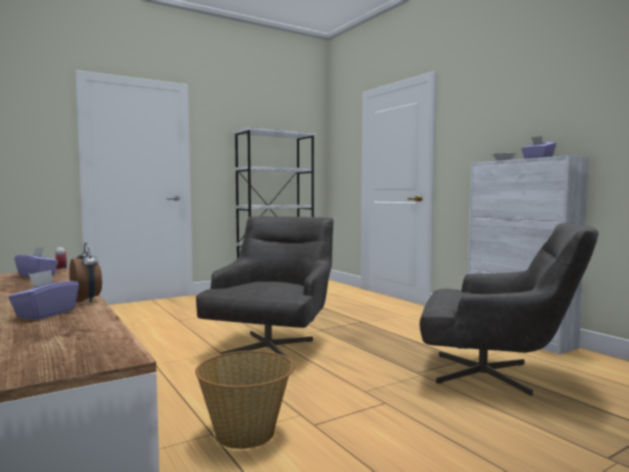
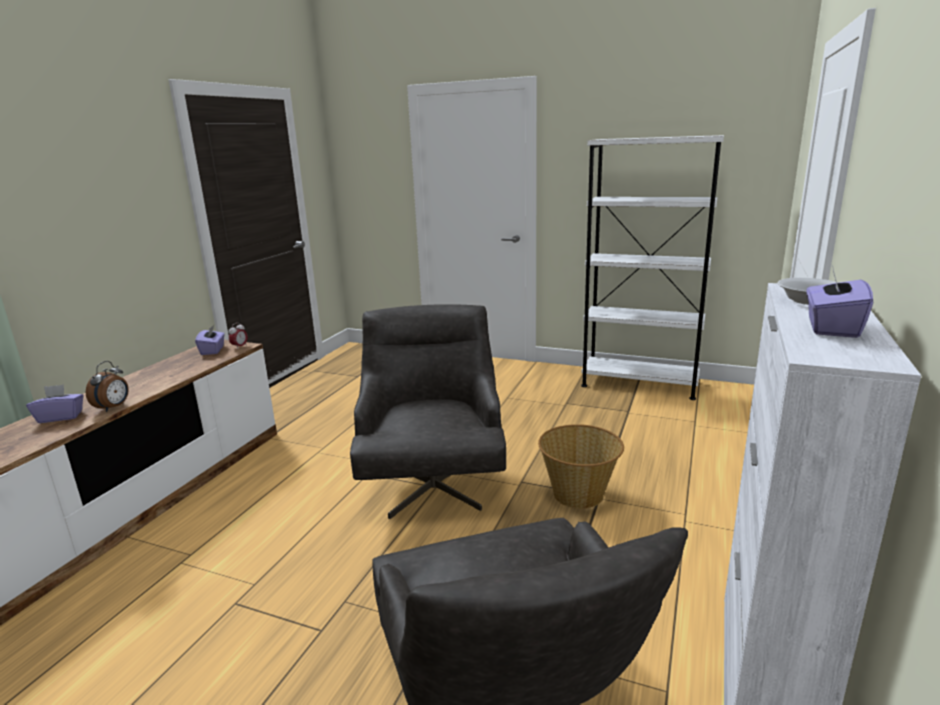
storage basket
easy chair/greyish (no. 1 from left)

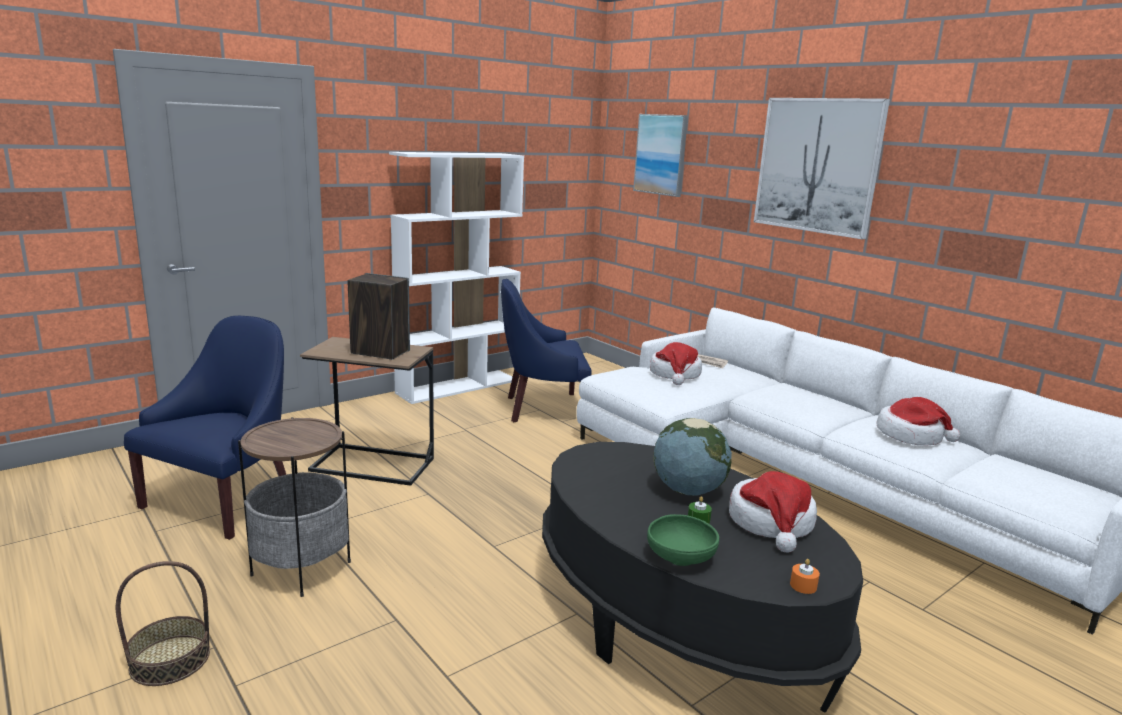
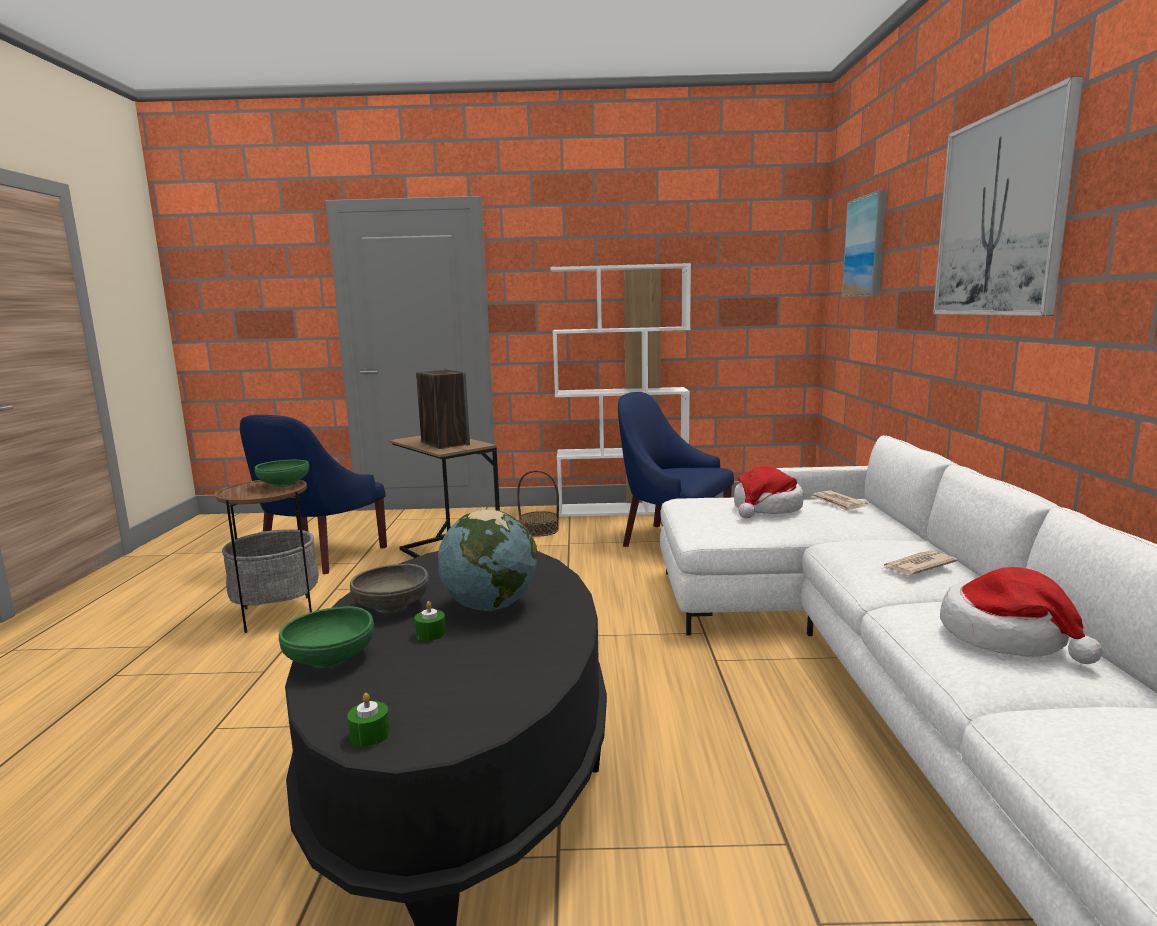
clothing hat (no. 2 from left in the first image)
serving bowl/green-coloured (no. 1 from left)
serving bowl/greyish
printed paper (no. 2 from left)
storage basket
wax light/green-coloured (no. 1 from left)
easy chair/bluish (no. 1 from left)

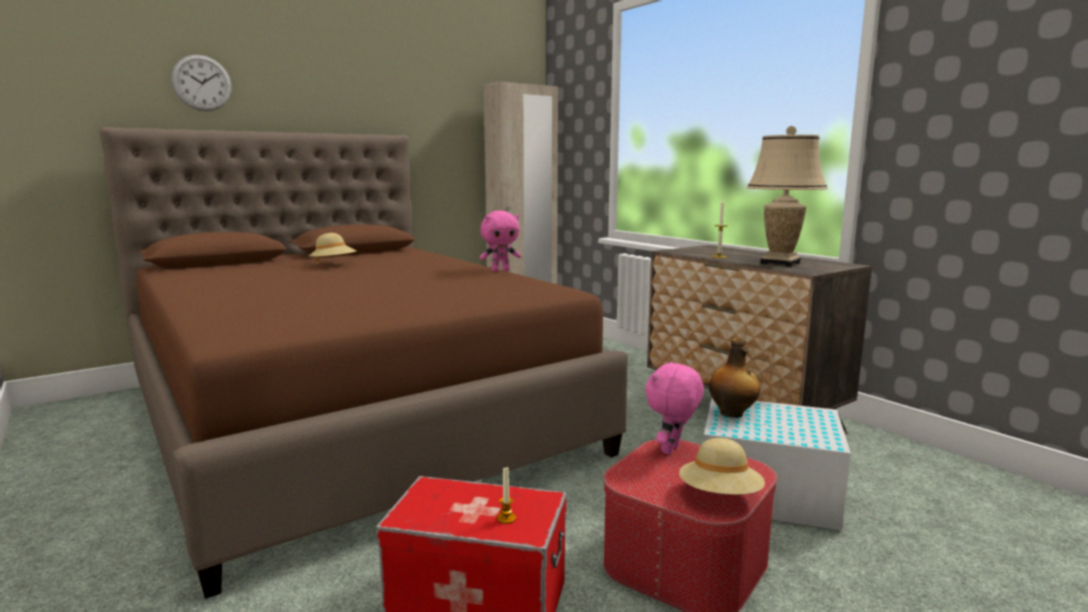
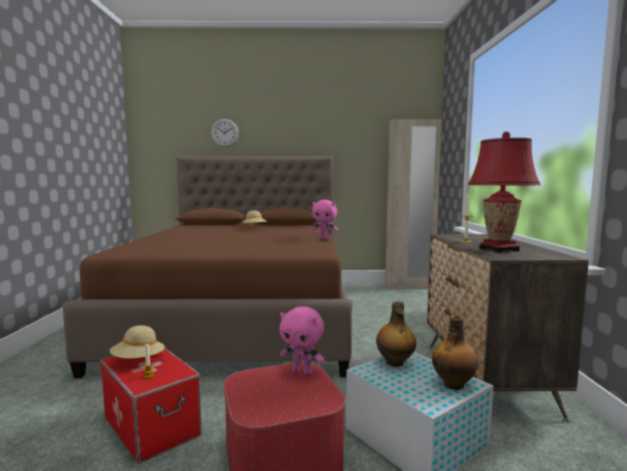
beverage bottle (no. 2 from left)
clothing hat/beige (no. 1 from left)
lamp for a table/red
cuddly toy/pink-coloured (no. 1 from left)

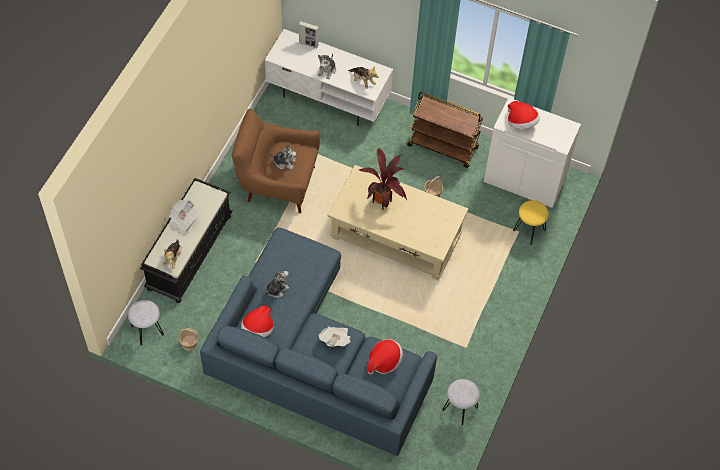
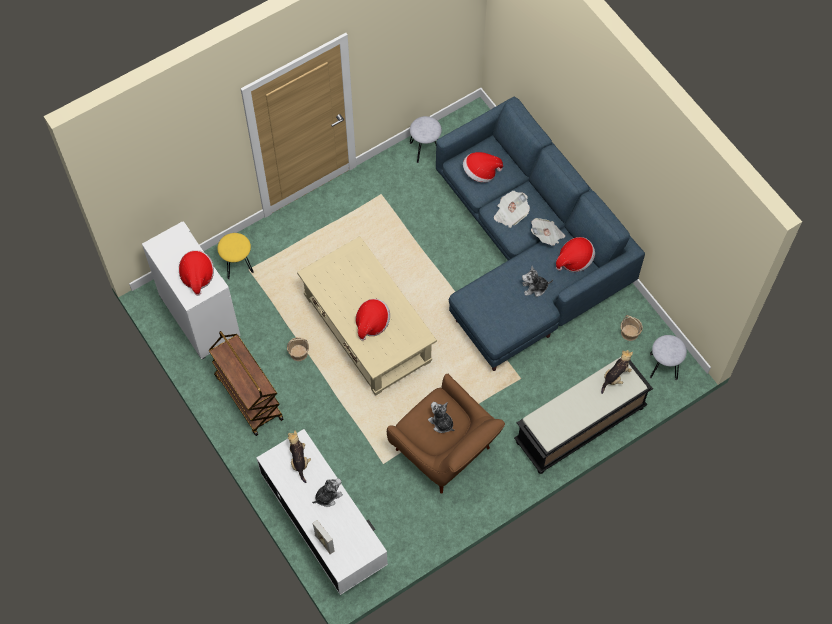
printed paper (no. 2 from left)
clothing hat (no. 2 from left)

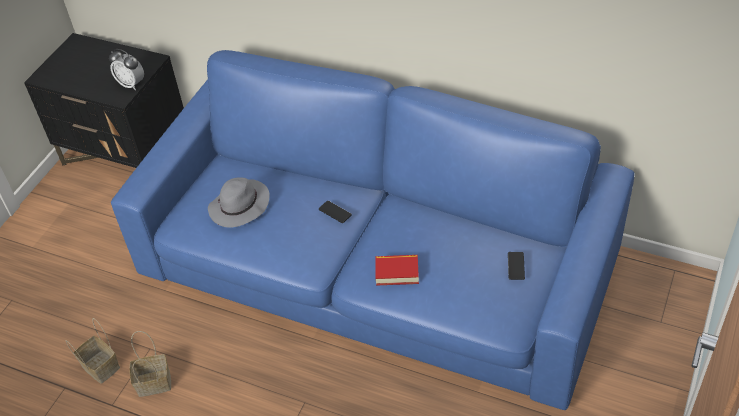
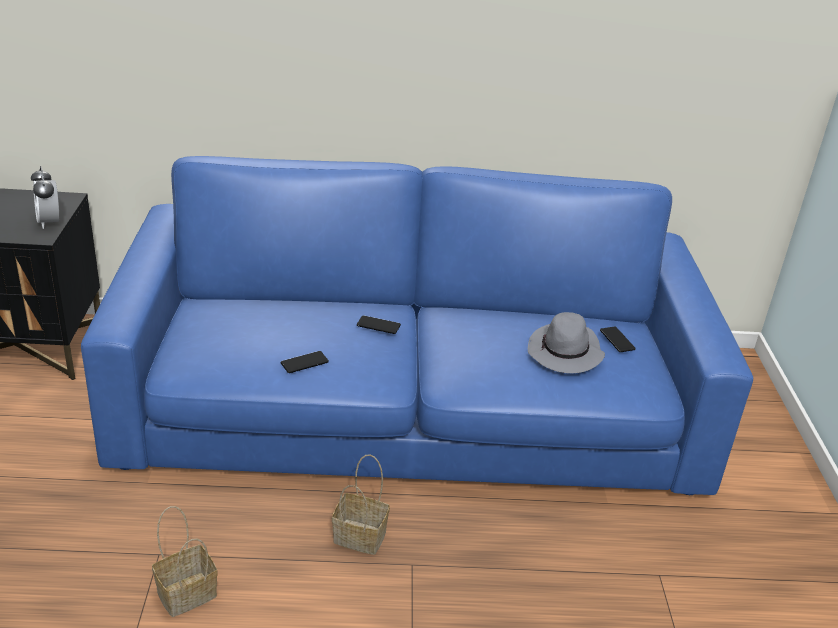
volume
handset (no. 1 from left)
storage basket (no. 2 from left)
clothing hat/greyish
table clock

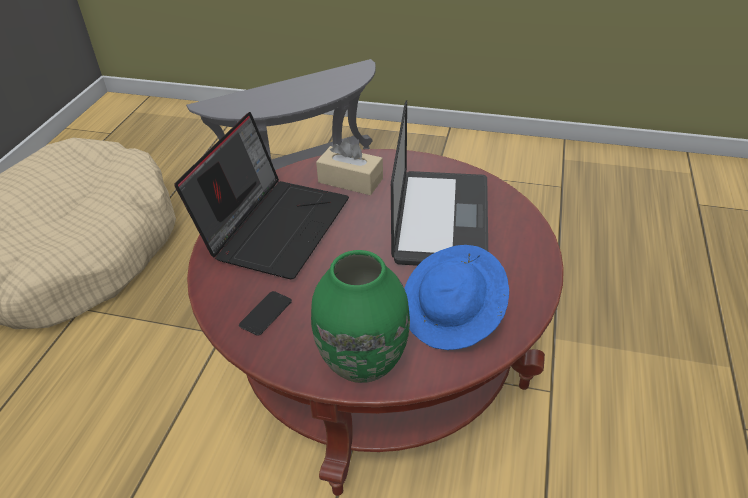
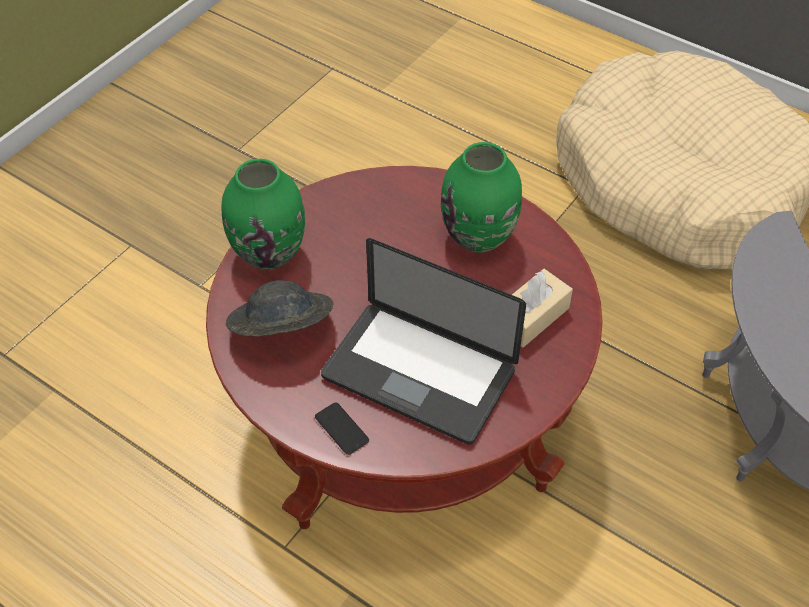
handset
flower vase/green-coloured (no. 2 from left)
clothing hat/greyish

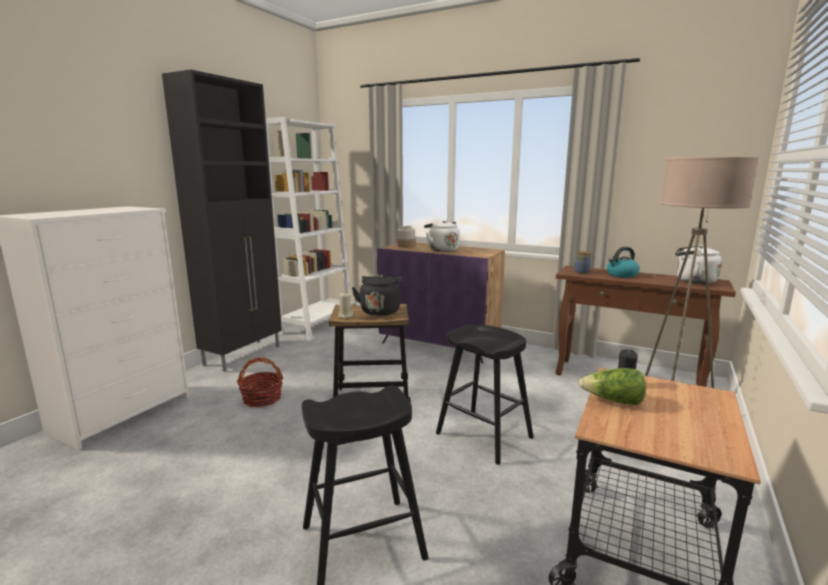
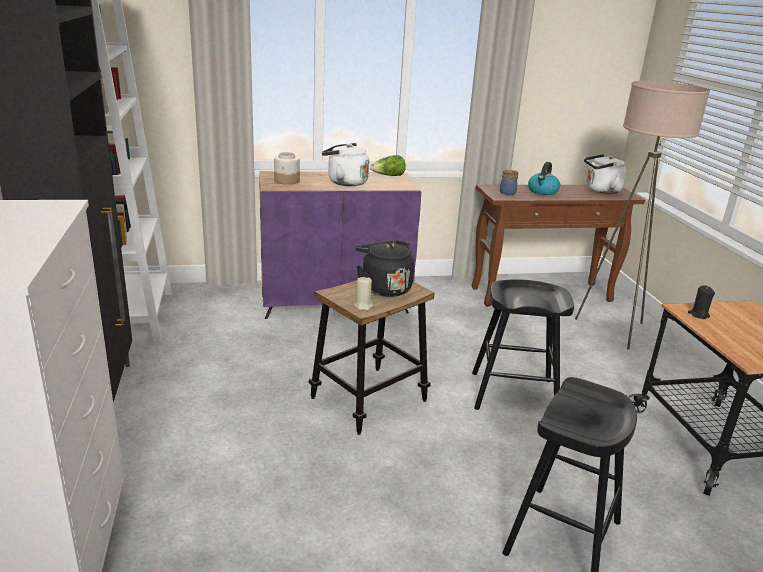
storage basket
lettuce head

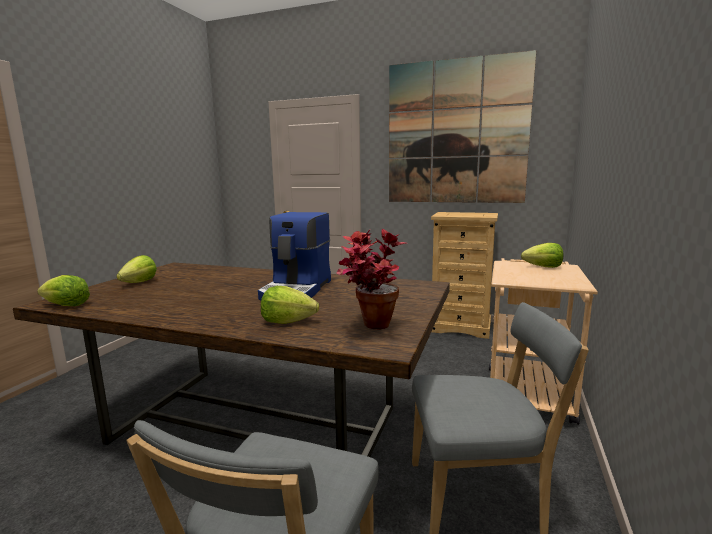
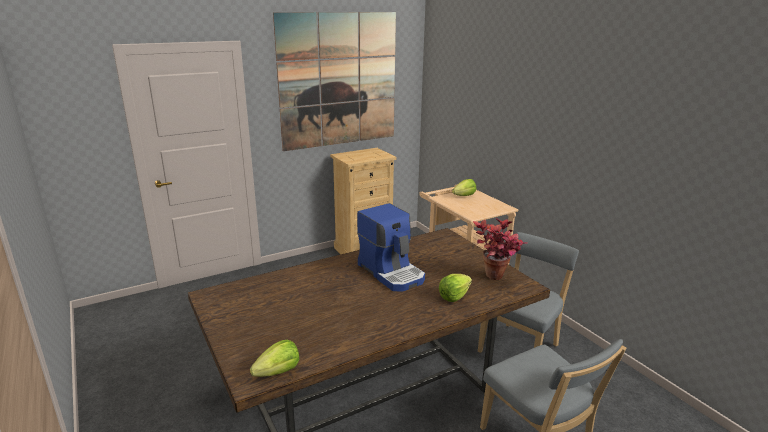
lettuce head (no. 2 from left in the first image)

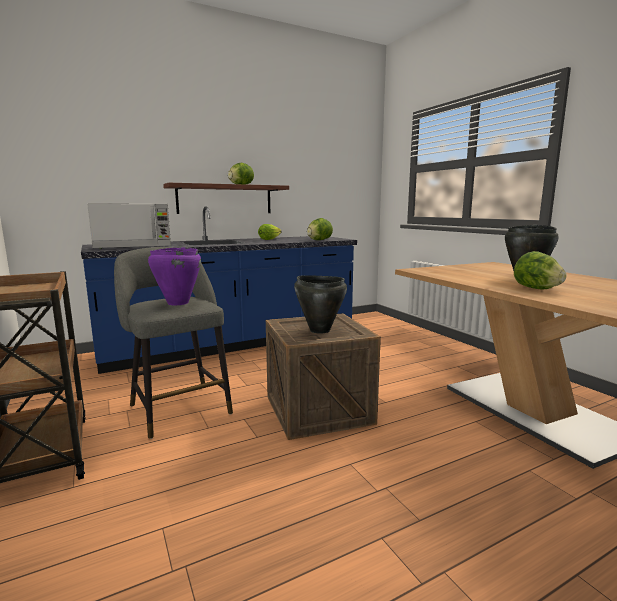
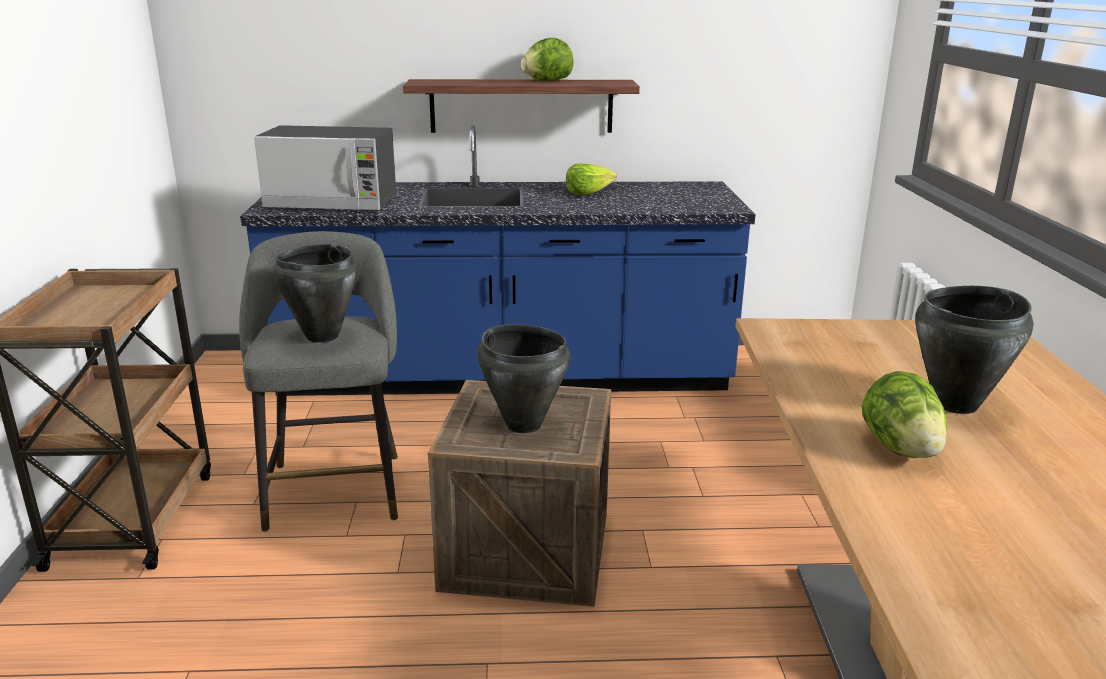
lettuce head (no. 3 from left in the first image)
stockpot/black-coloured (no. 1 from left)

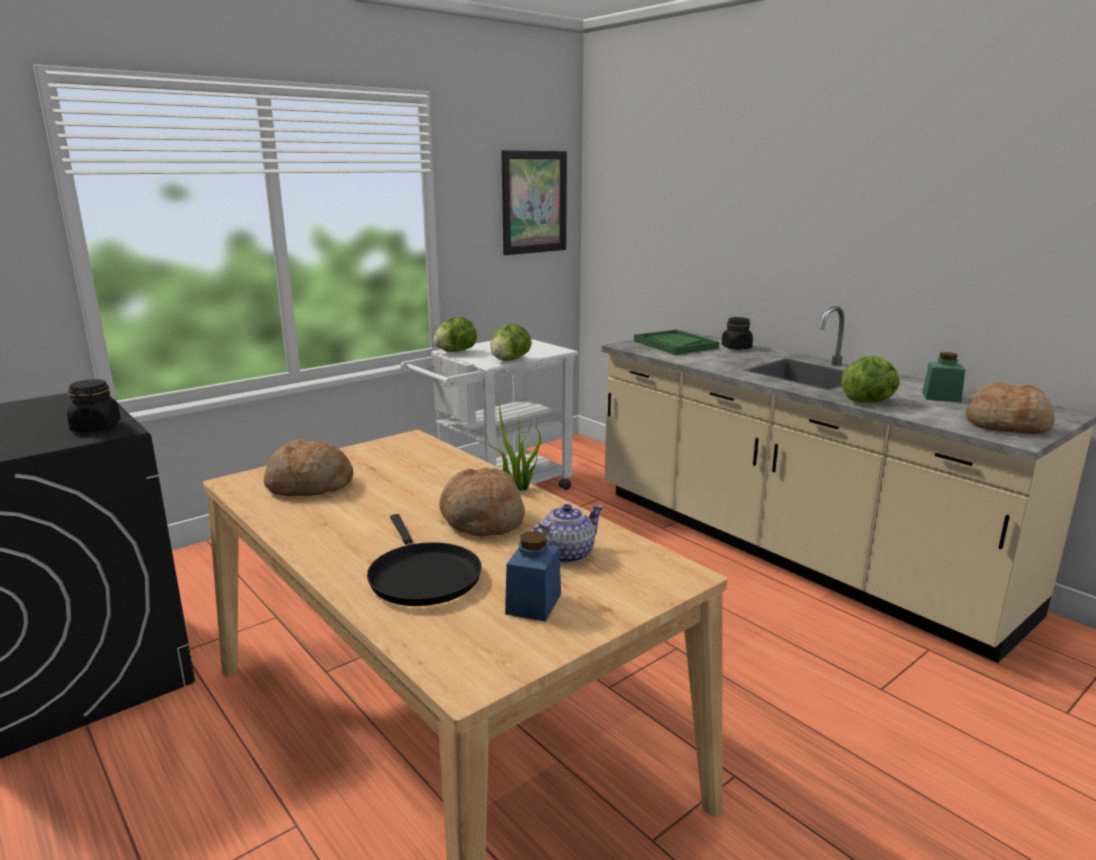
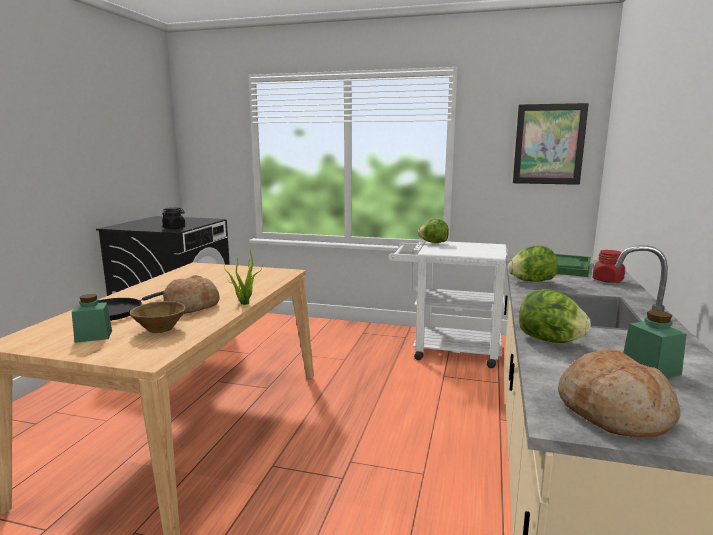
bakery bread (no. 1 from left in the first image)
lettuce head (no. 2 from left)
serving bowl/brownish
preserve jar/green-coloured (no. 1 from left)
preserve jar/red

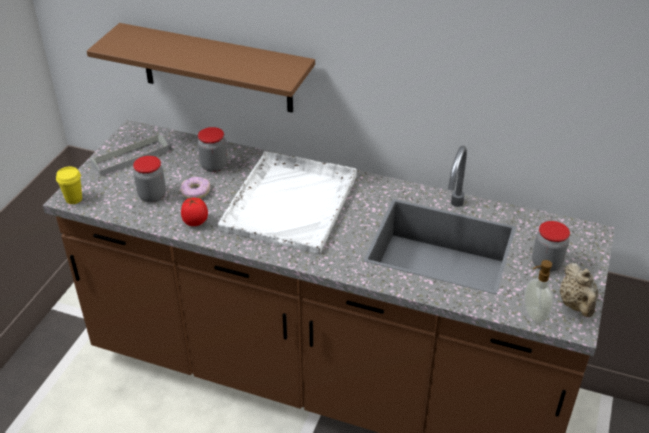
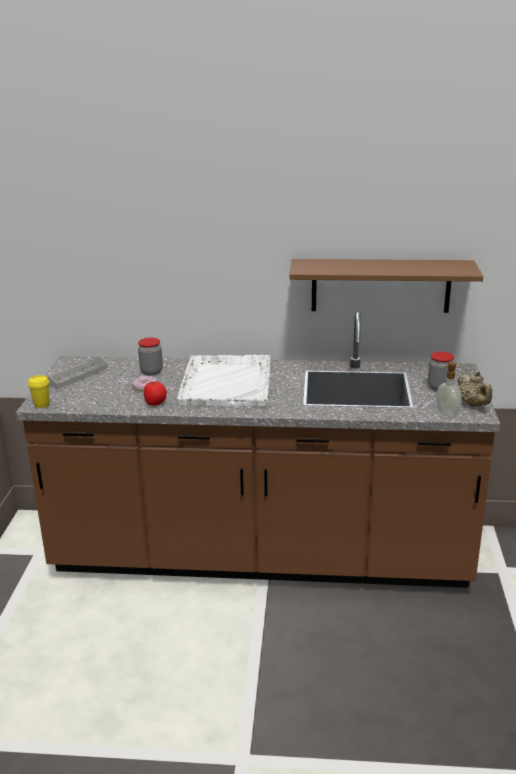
preserve jar (no. 1 from left in the first image)
bracket shelf/brownish

